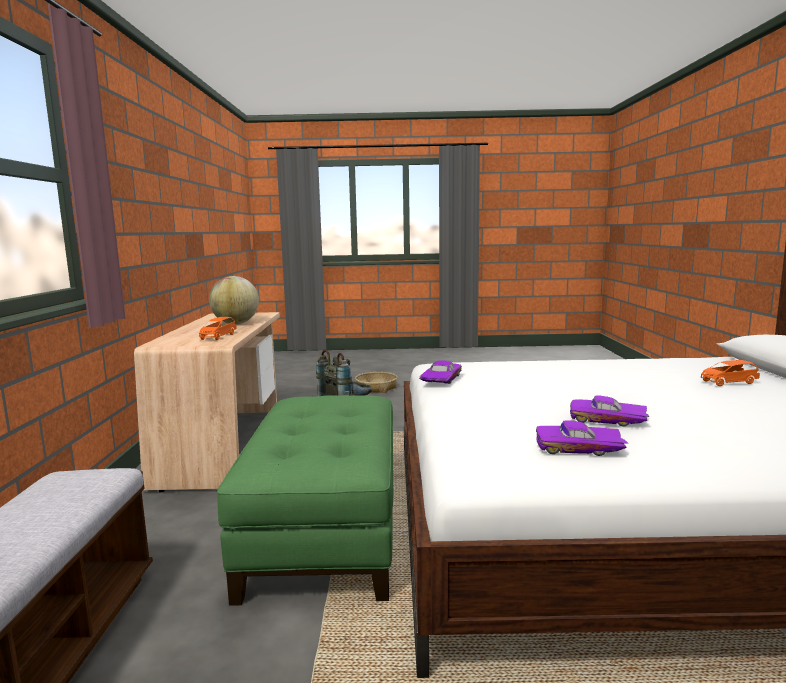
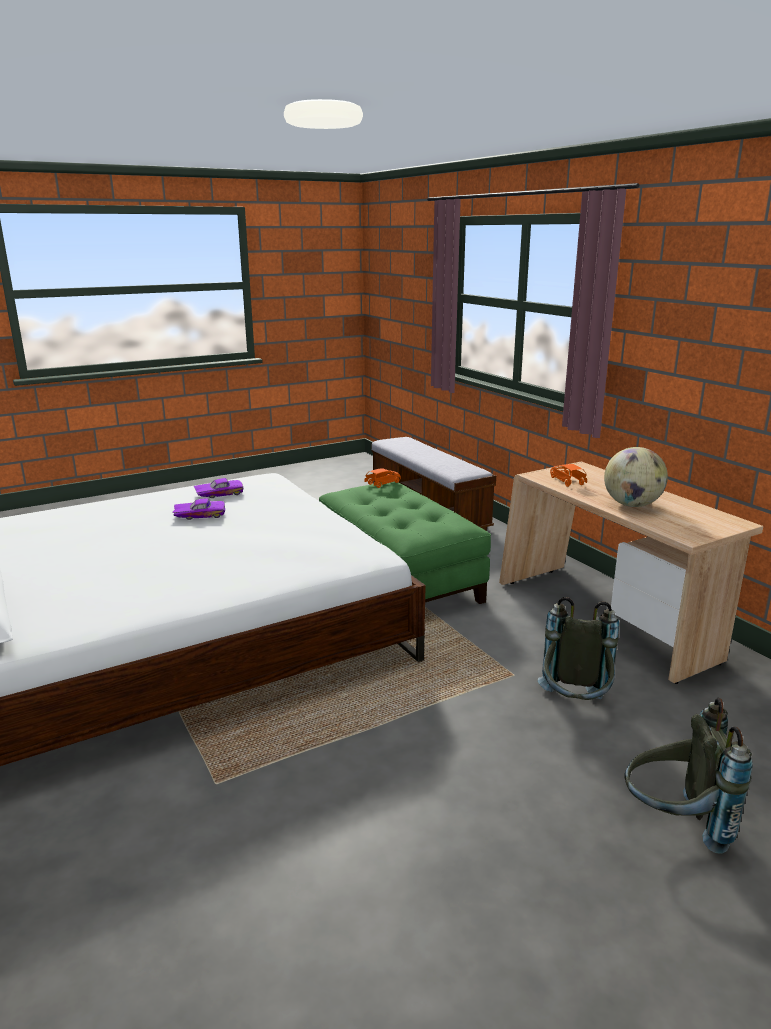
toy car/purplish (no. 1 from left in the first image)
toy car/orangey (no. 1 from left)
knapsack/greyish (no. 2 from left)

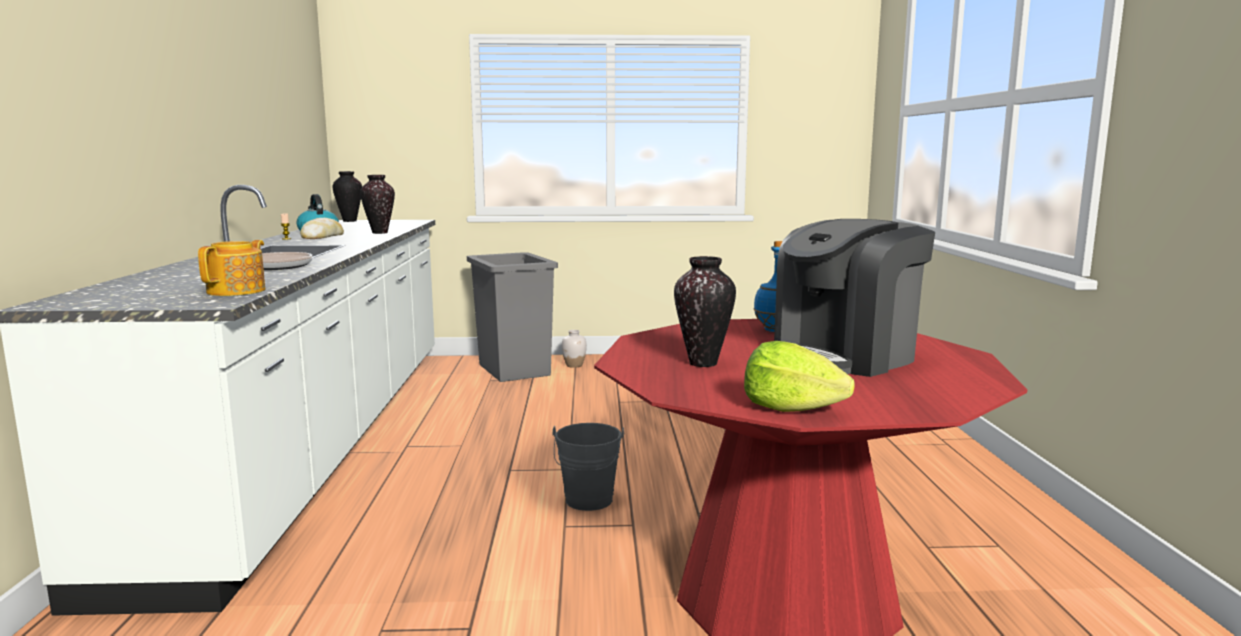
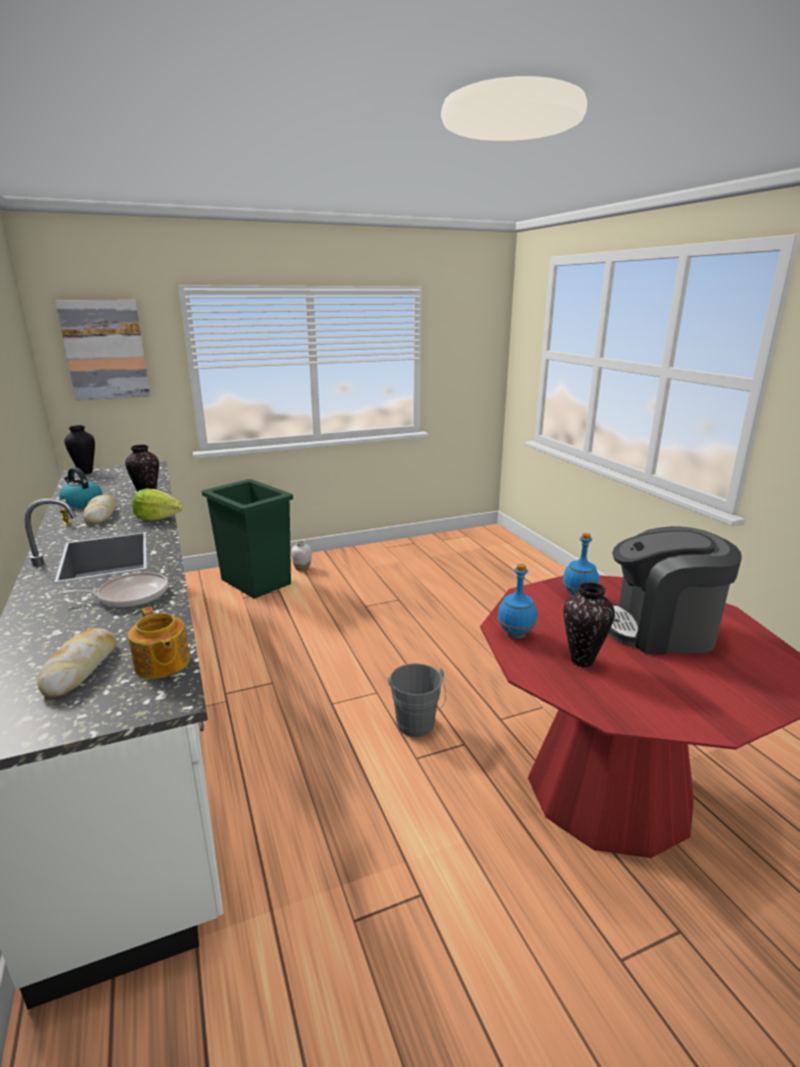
bakery bread (no. 1 from left)
wall art
beverage bottle/bluish (no. 1 from left)
lettuce head
waste bin/green-coloured
tea pot
coffee machine

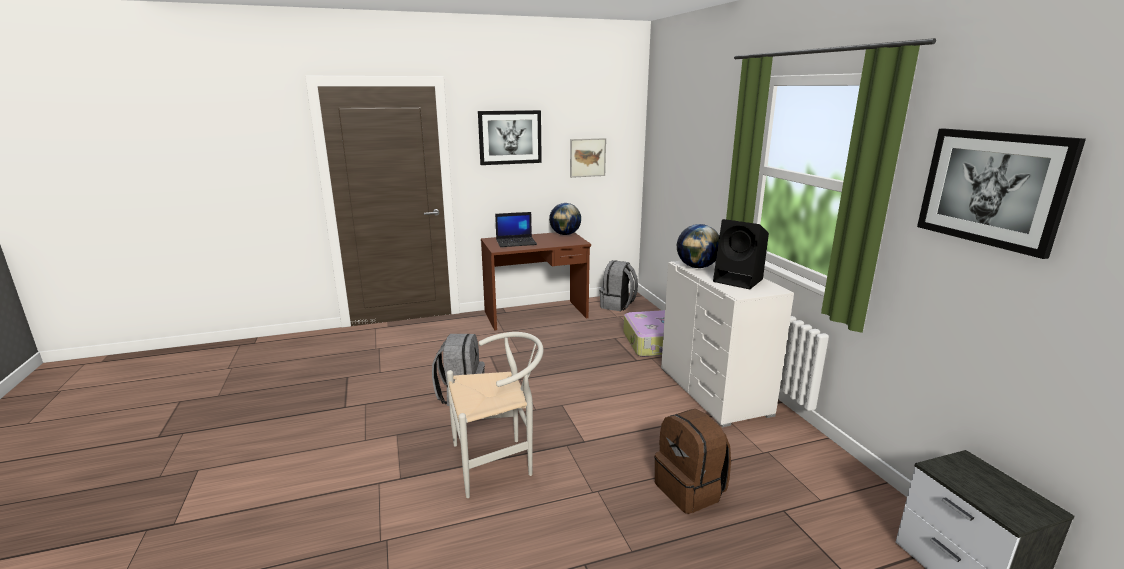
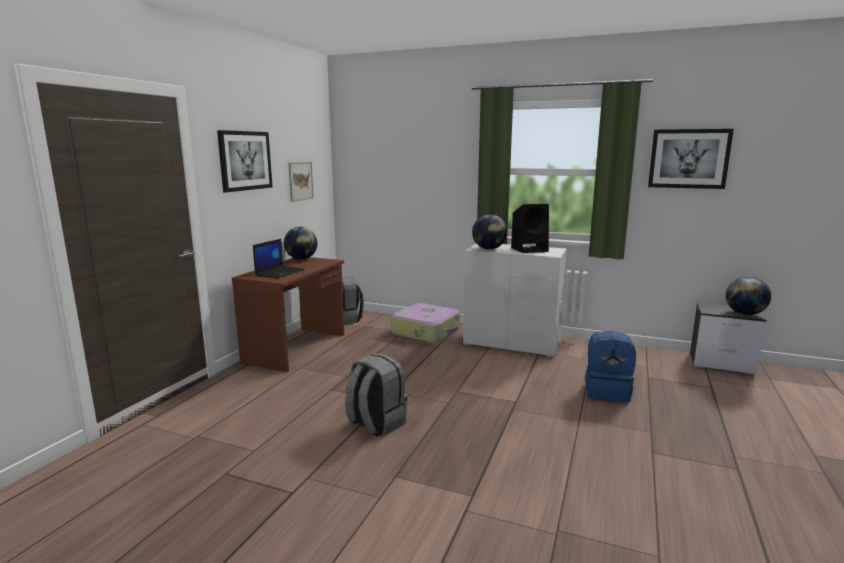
plain chair/white-coloured
globe (no. 3 from left)
knapsack/bluish

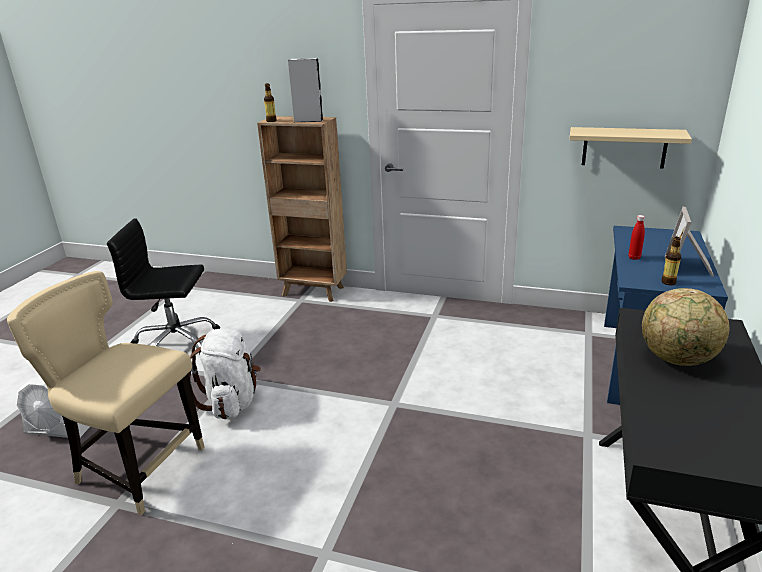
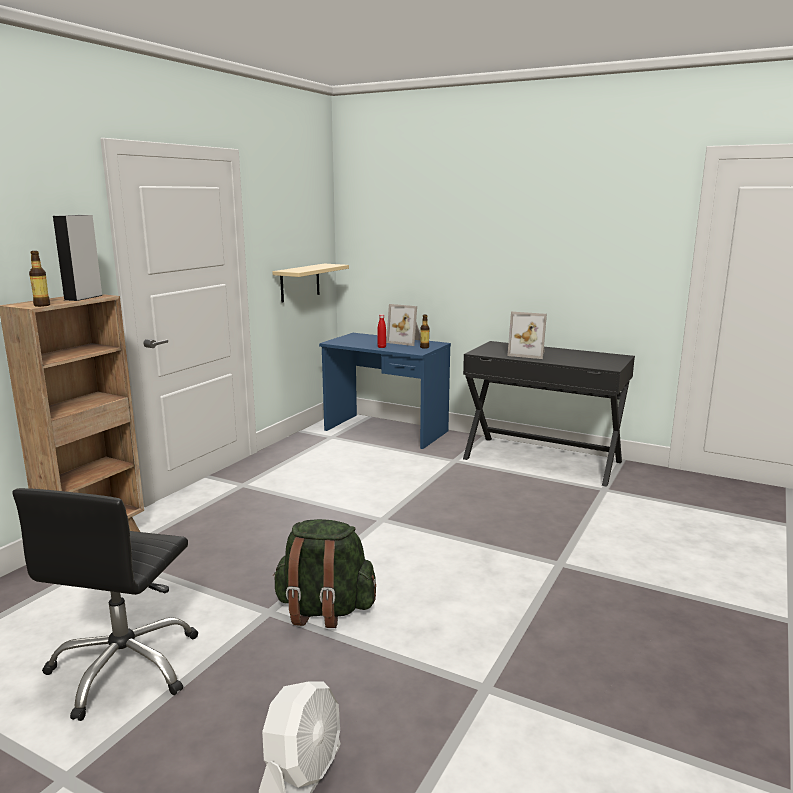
plain chair/beige
picture frame (no. 2 from left)
knapsack/green-coloured

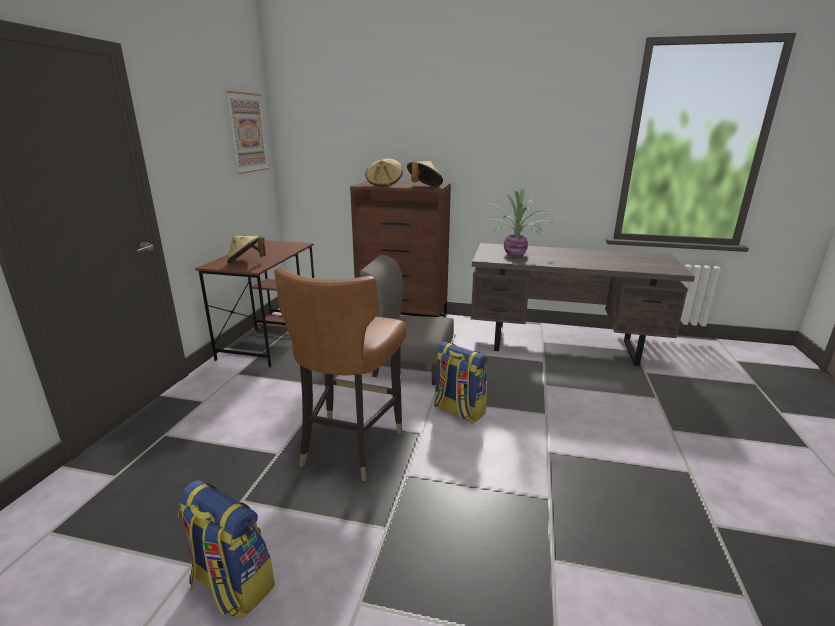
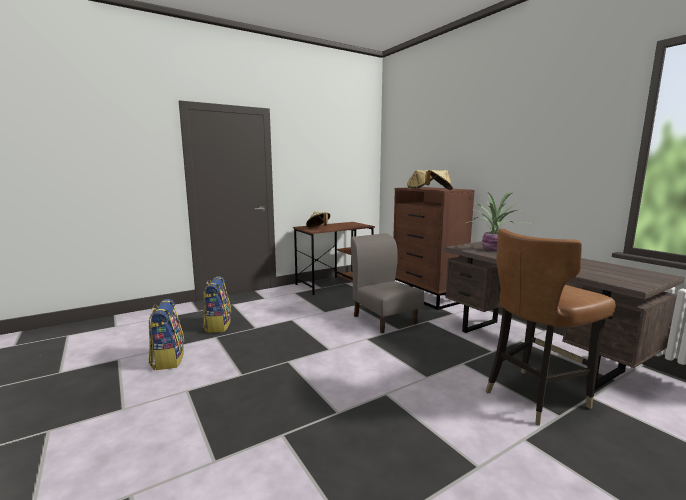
wall art
plain chair/brownish
knapsack (no. 2 from left)

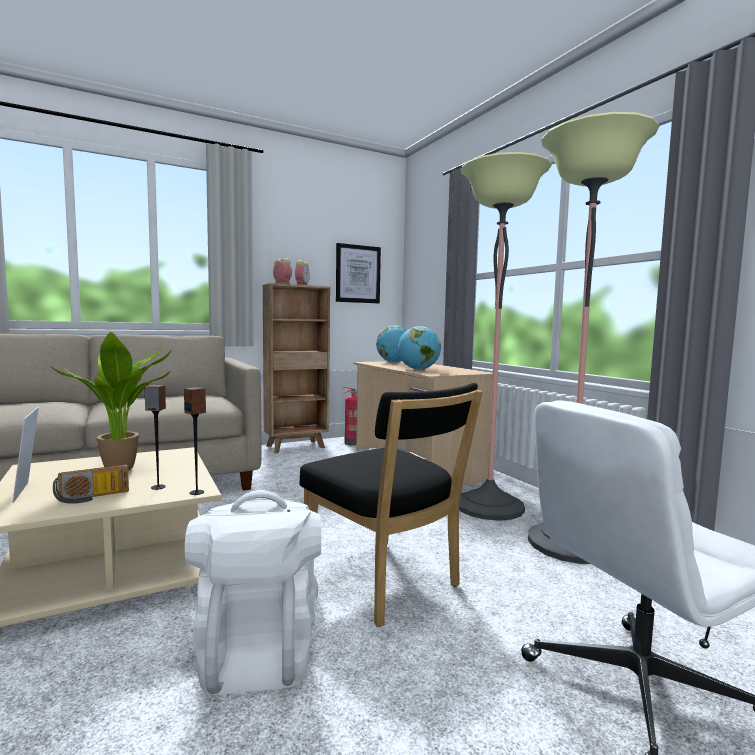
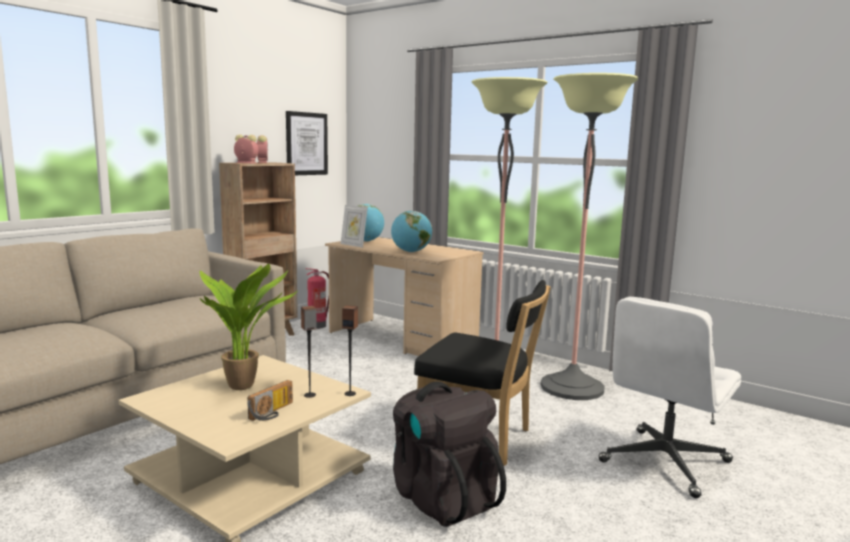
picture frame
knapsack/black-coloured

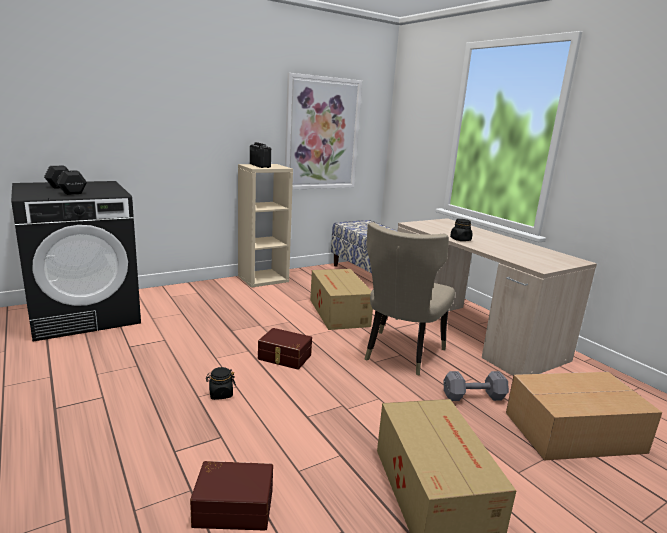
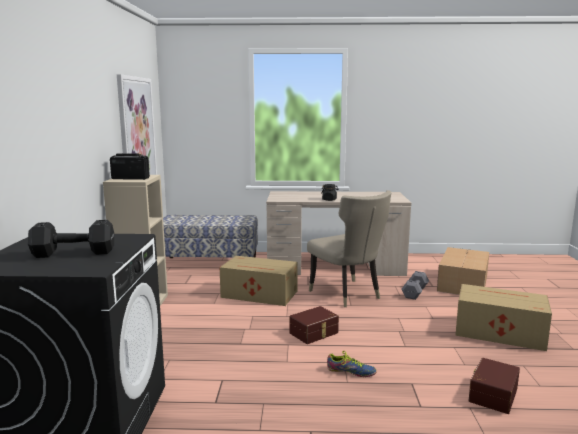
item of footwear

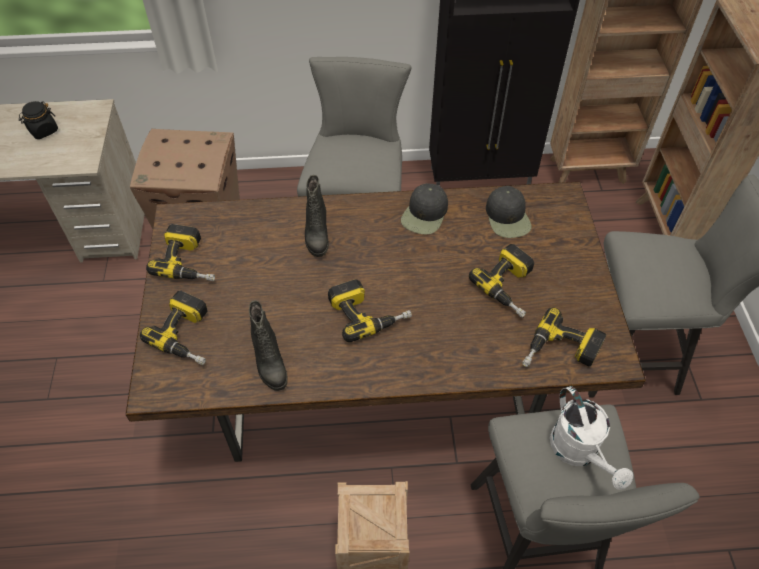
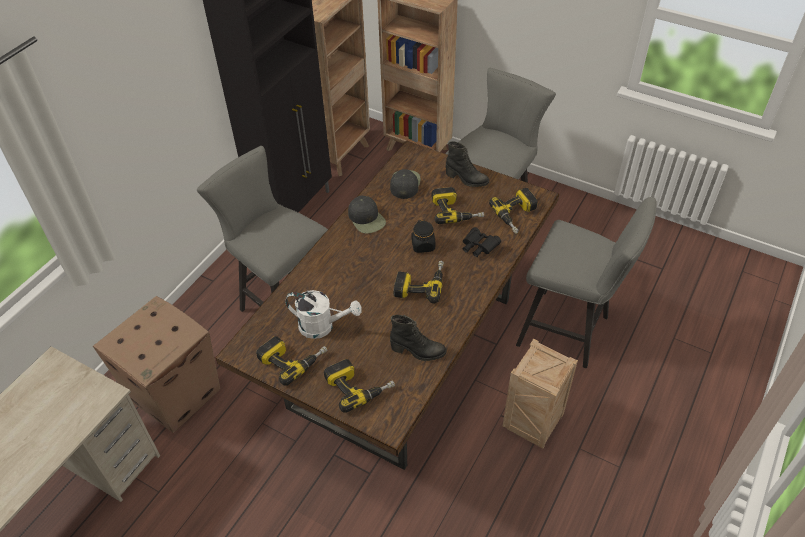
pair of binoculars/black-coloured
preserve jar/black-coloured
boot/black-coloured (no. 2 from left)
sprinkling can/white-coloured
cap/black-coloured (no. 2 from left)

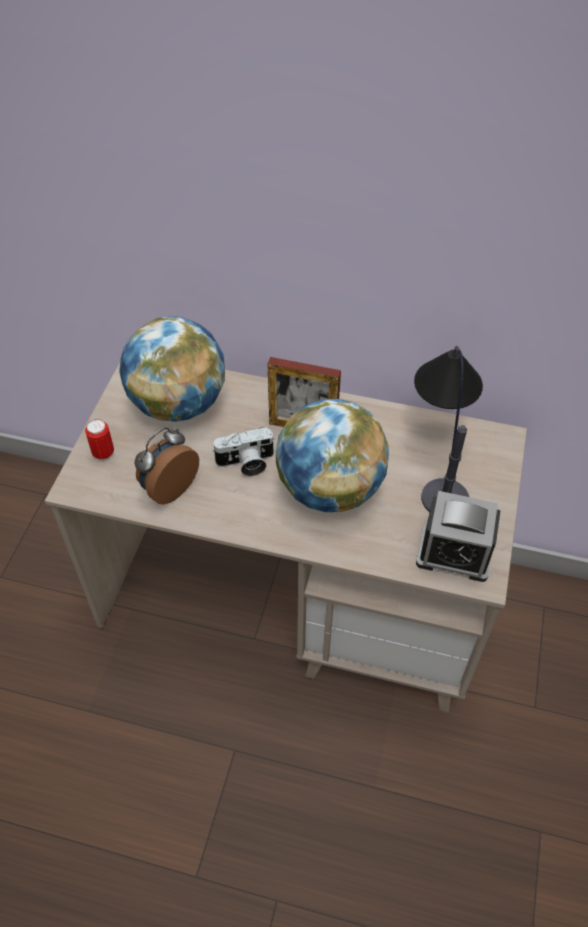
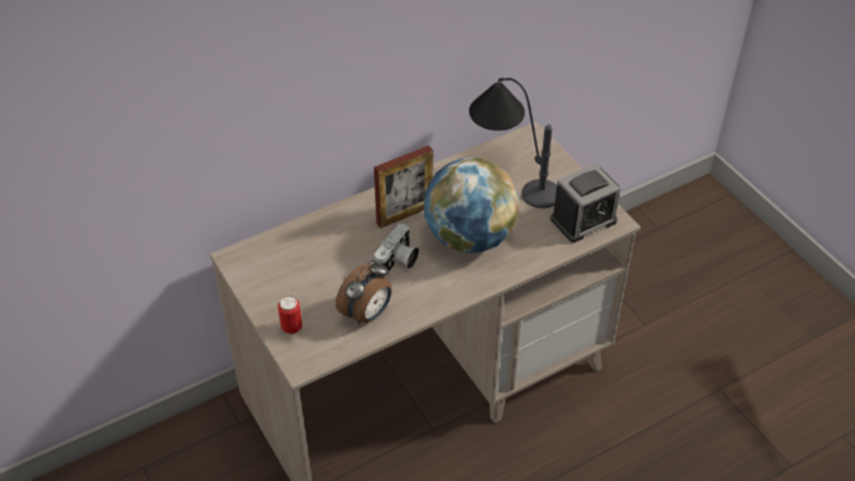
globe (no. 1 from left in the first image)
table clock (no. 1 from left)

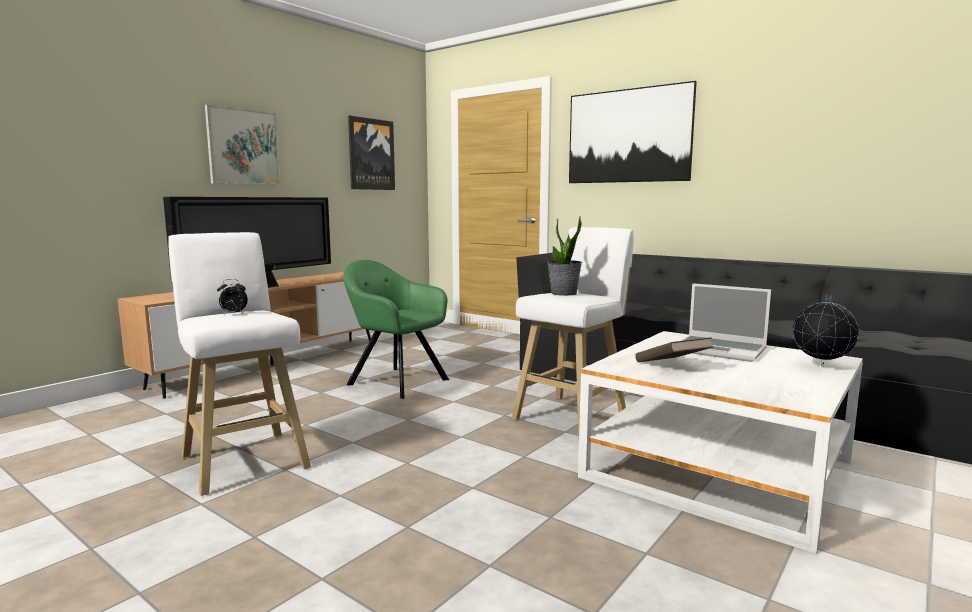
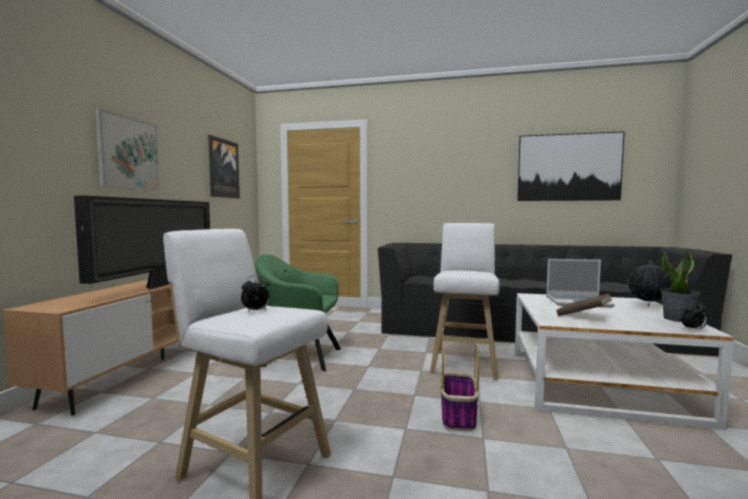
storage basket
table clock (no. 2 from left)
potted plant
wall art (no. 3 from left)

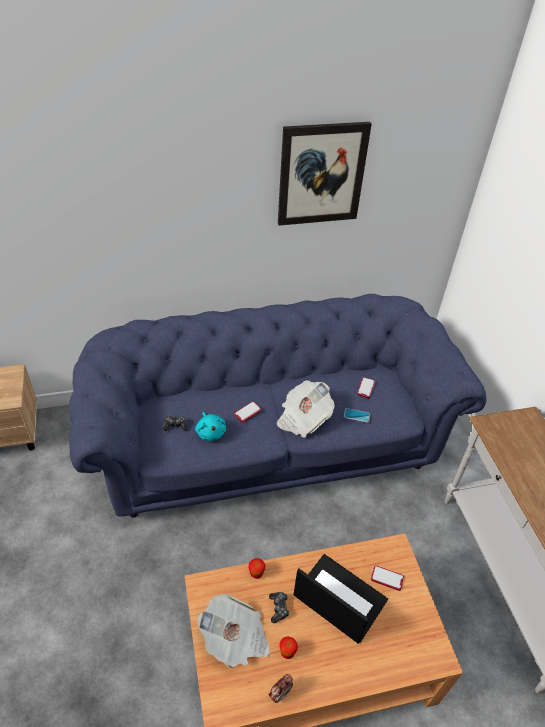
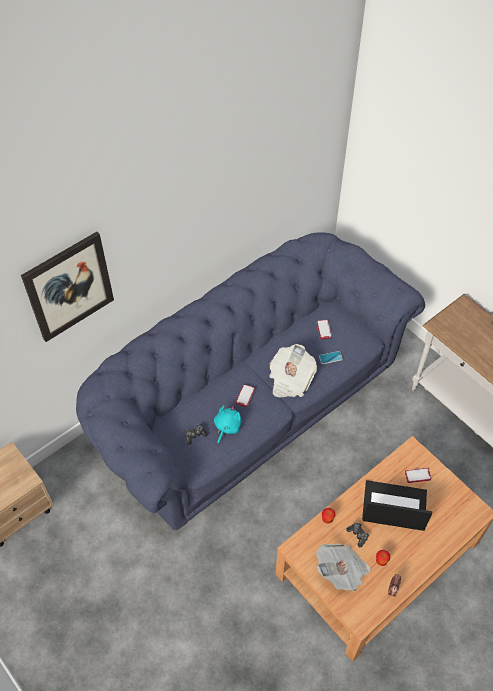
wall art
cuddly toy/blue-green

